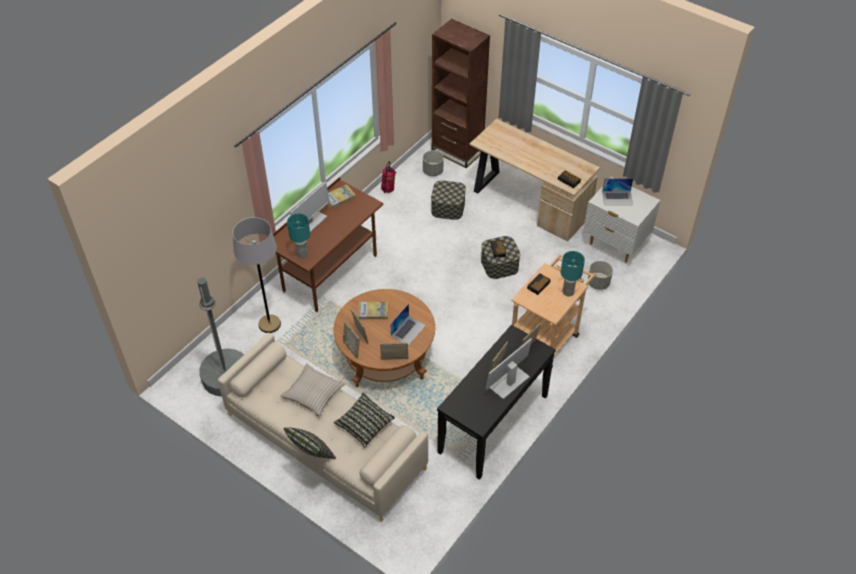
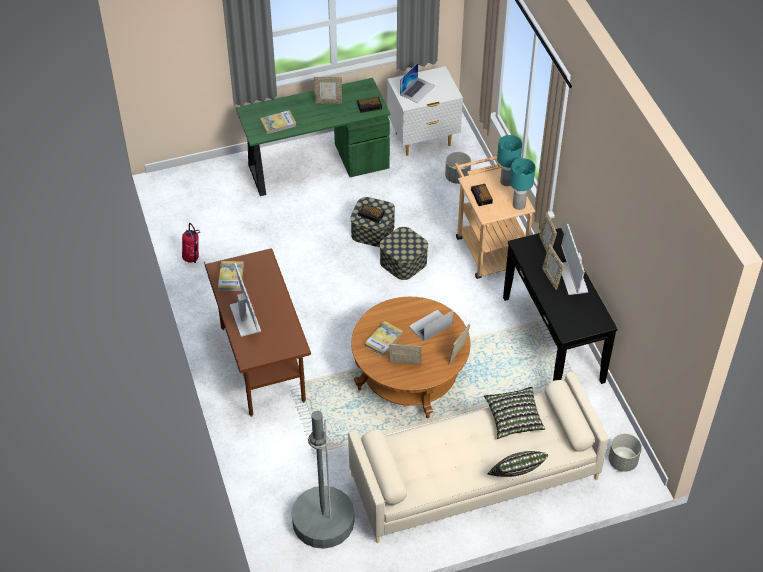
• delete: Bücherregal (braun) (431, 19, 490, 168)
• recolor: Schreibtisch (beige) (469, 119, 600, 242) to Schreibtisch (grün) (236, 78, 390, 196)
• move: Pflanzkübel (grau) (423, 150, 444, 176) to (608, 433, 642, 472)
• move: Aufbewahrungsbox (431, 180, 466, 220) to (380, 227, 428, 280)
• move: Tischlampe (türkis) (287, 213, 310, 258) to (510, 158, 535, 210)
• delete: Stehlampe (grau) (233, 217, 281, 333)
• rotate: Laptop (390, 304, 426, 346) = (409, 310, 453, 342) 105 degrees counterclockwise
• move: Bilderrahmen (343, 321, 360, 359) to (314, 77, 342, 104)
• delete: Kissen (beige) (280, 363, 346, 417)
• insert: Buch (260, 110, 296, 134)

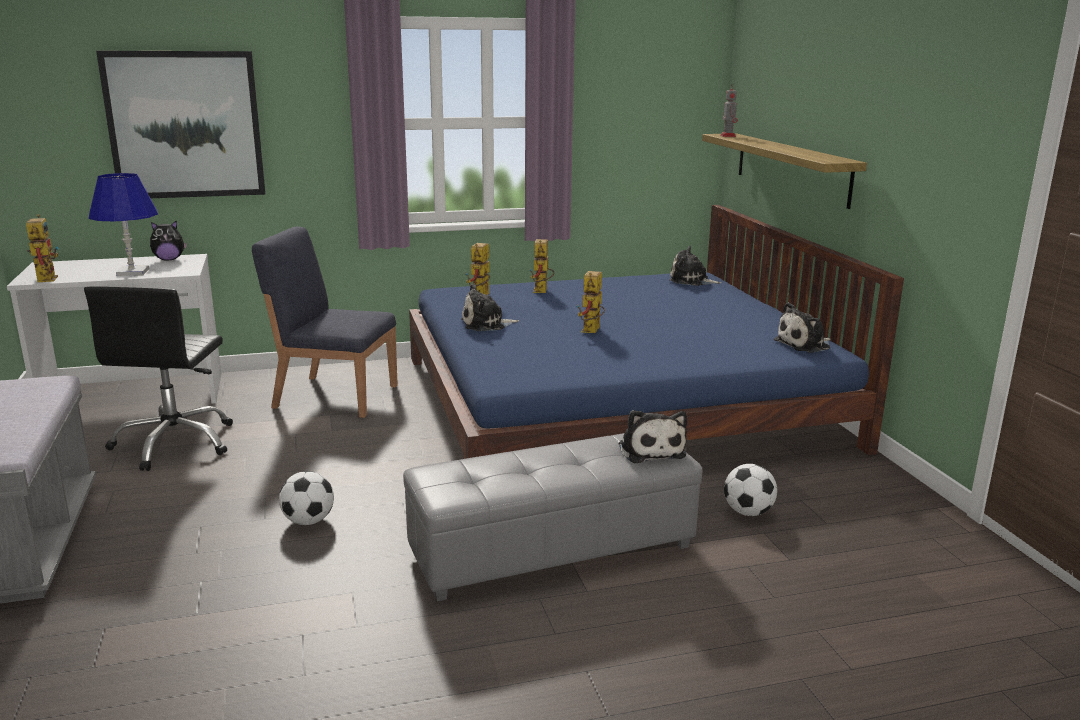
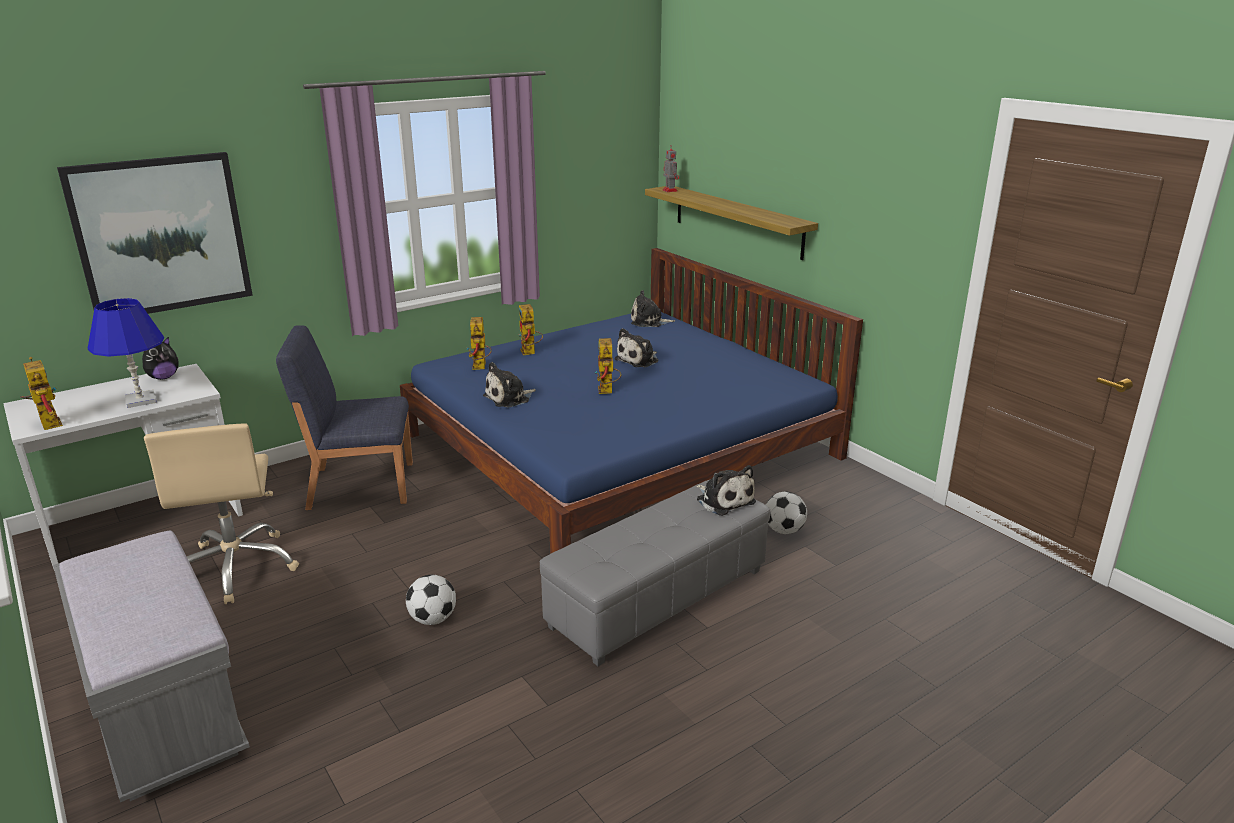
• recolor: Bürostuhl (schwarz) (84, 286, 233, 471) to Bürostuhl (beige) (144, 423, 299, 604)
• move: Plüschtier (774, 302, 831, 353) to (614, 328, 658, 367)

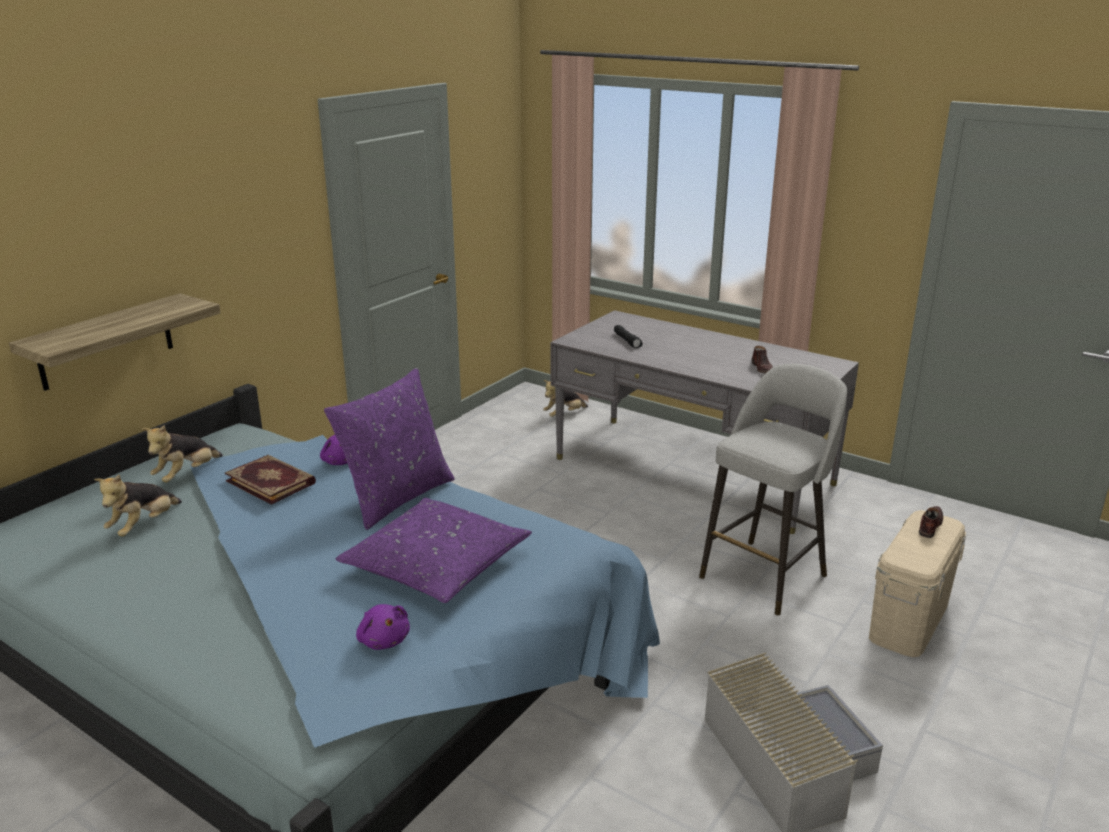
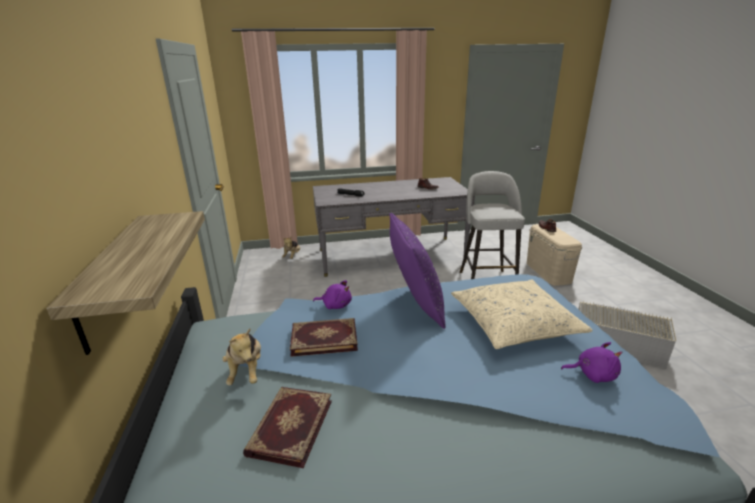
• replace: Plüschtier (94, 475, 182, 536) to Buch (243, 387, 332, 468)
• recolor: Kissen (lila) (336, 498, 532, 603) to Kissen (beige) (451, 279, 593, 349)

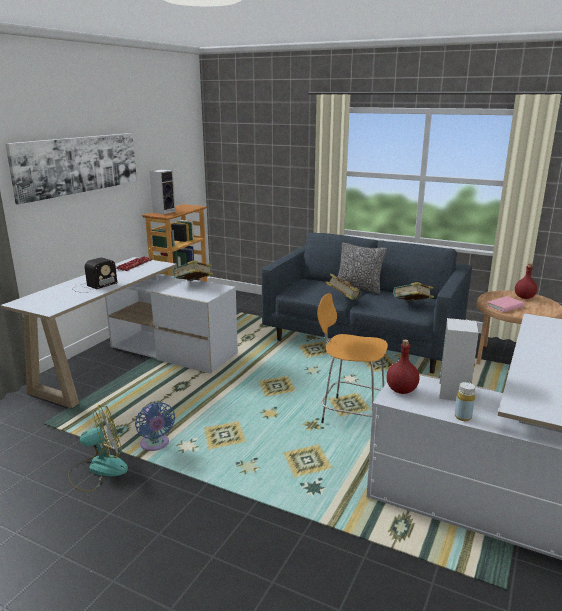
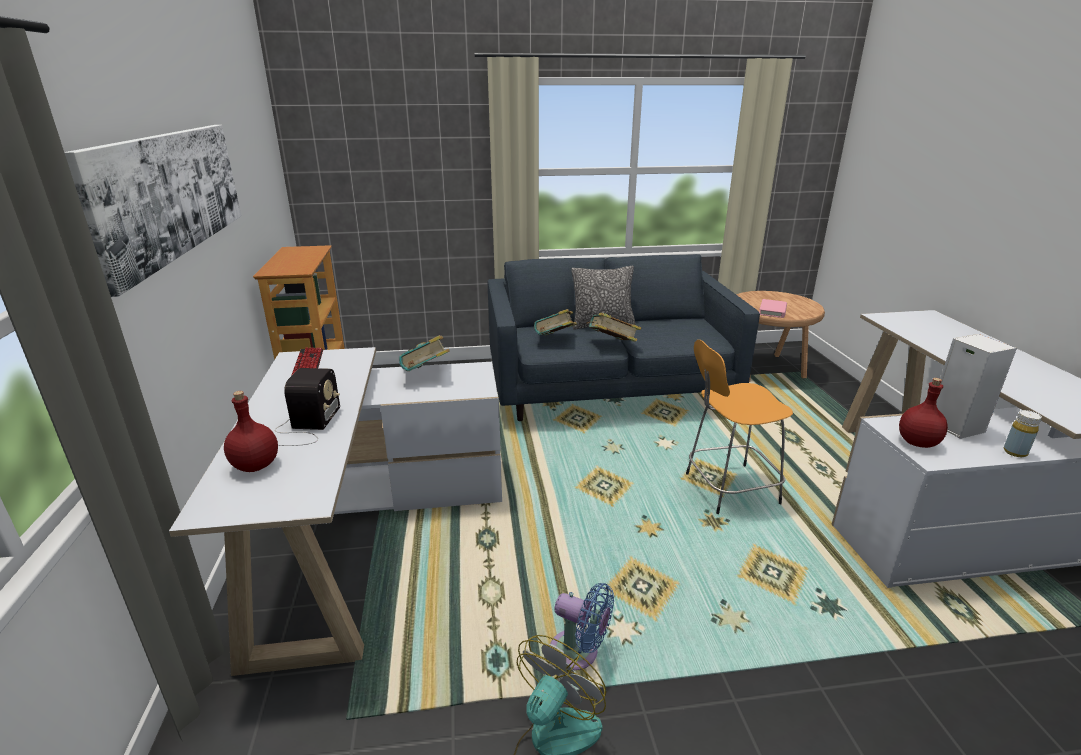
• delete: Lautsprecher (149, 169, 176, 214)
• move: Flasche (rot) (515, 264, 537, 299) to (224, 391, 278, 472)
• move: Buch (393, 282, 434, 301) to (534, 309, 577, 335)

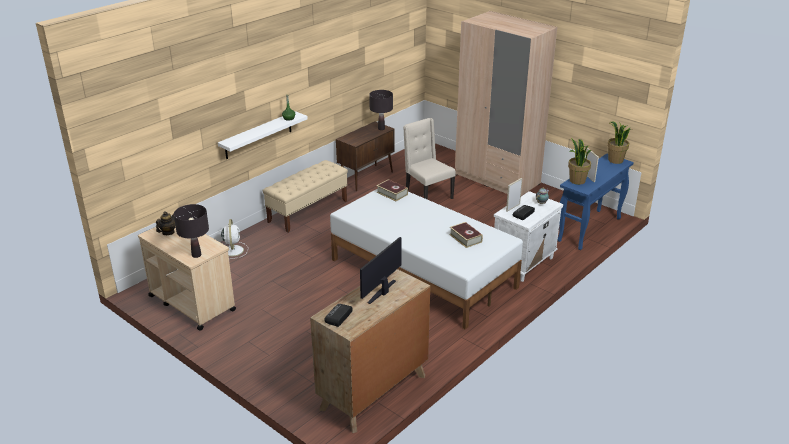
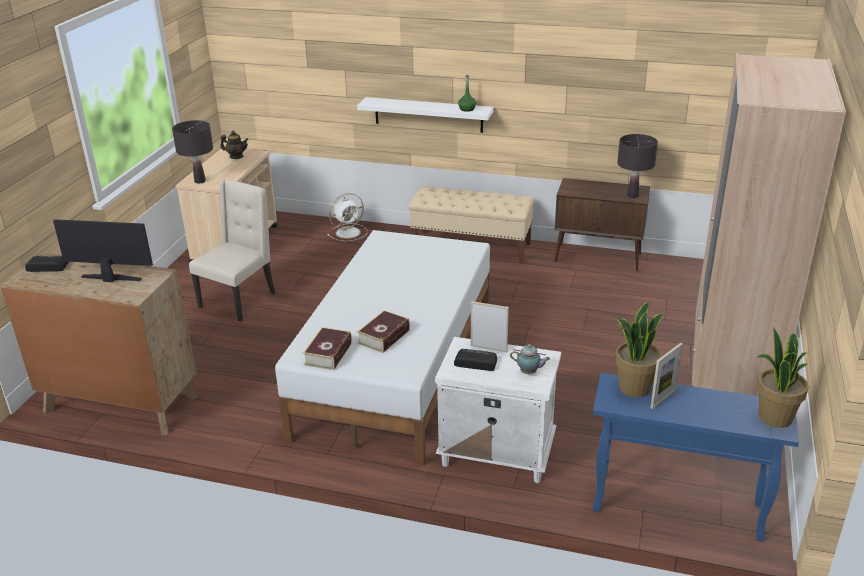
• move: Stuhl (beige) (403, 118, 456, 200) to (189, 179, 276, 322)
• move: Buch (376, 179, 408, 201) to (303, 327, 352, 370)

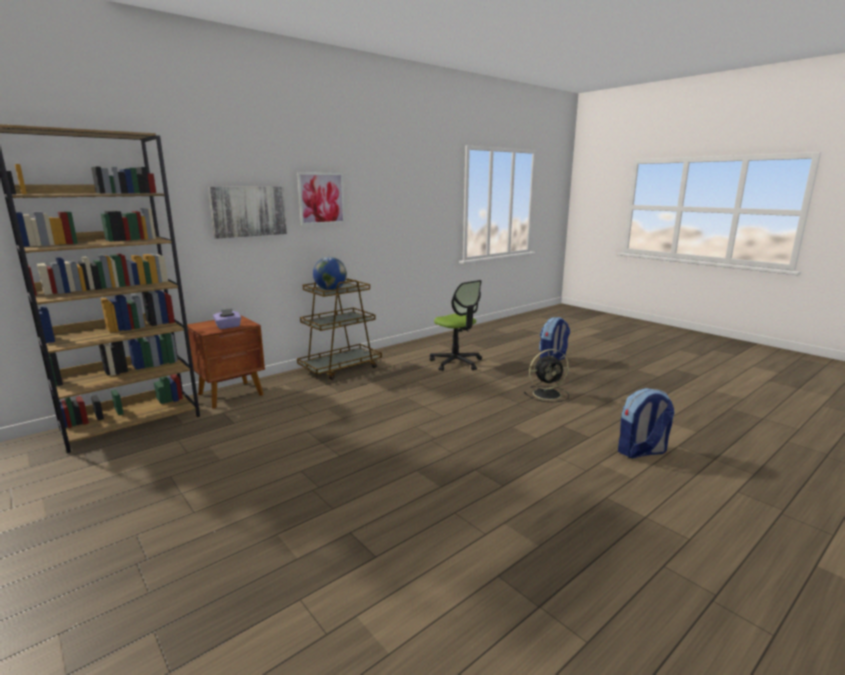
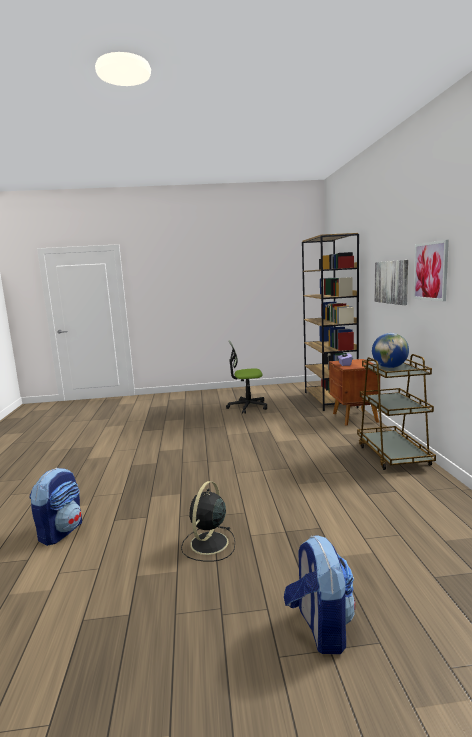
• move: Bürostuhl (430, 280, 482, 371) to (226, 340, 267, 414)

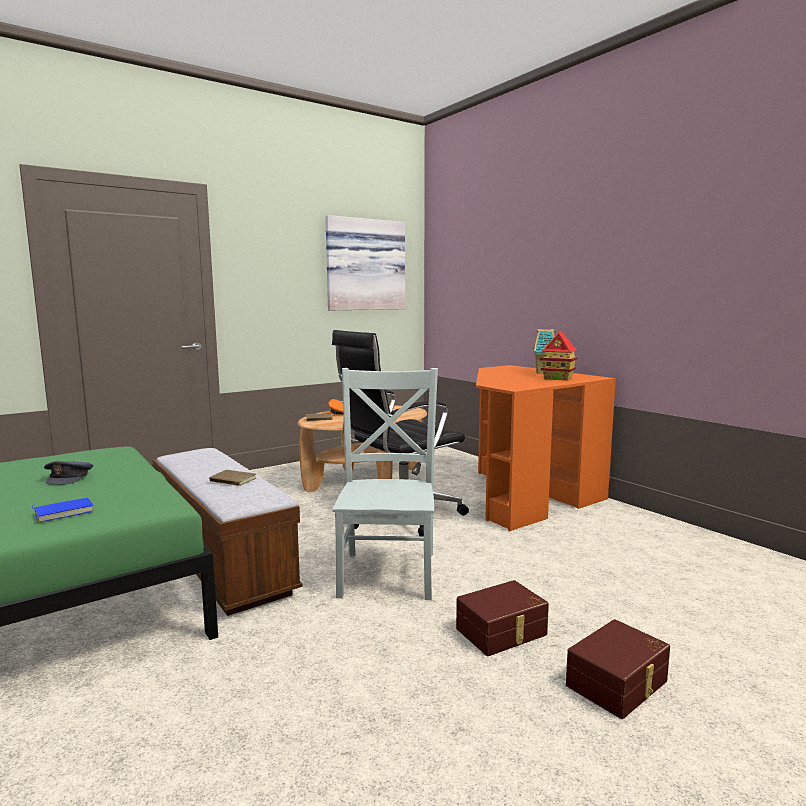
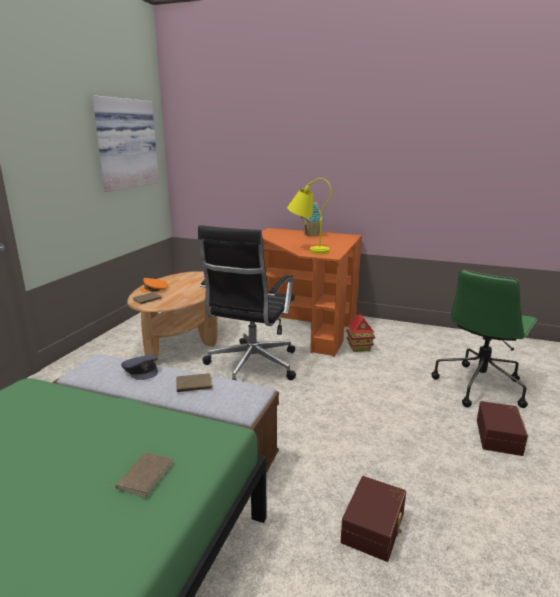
• move: Spielzeughaus (540, 331, 578, 380) to (346, 313, 375, 352)
• delete: Stuhl (grau) (332, 368, 438, 600)
• move: Kappe (grau) (44, 461, 93, 485) to (121, 355, 158, 380)
• recolor: Buch (blau) (32, 498, 94, 522) to Buch (braun) (109, 453, 173, 498)
• move: Aufbewahrungsbox (braun) (456, 580, 549, 656) to (341, 476, 406, 562)
• insert: Tischlampe (gelb) (287, 178, 331, 254)
• insert: Bürostuhl (grün) (432, 269, 538, 408)

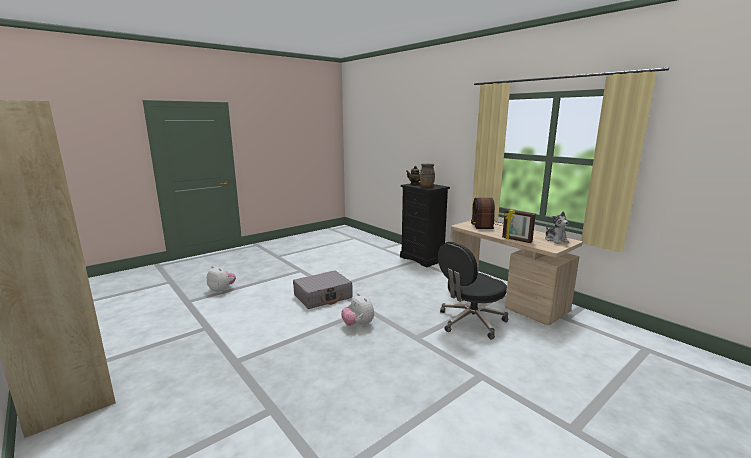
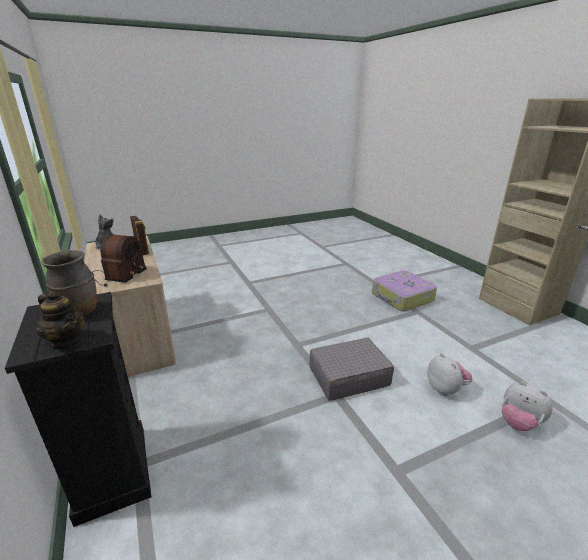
• delete: Bürostuhl (schwarz) (438, 242, 508, 340)
• move: Plüschtier (341, 293, 374, 327) to (427, 353, 472, 396)
• insert: Koffer (372, 270, 437, 312)

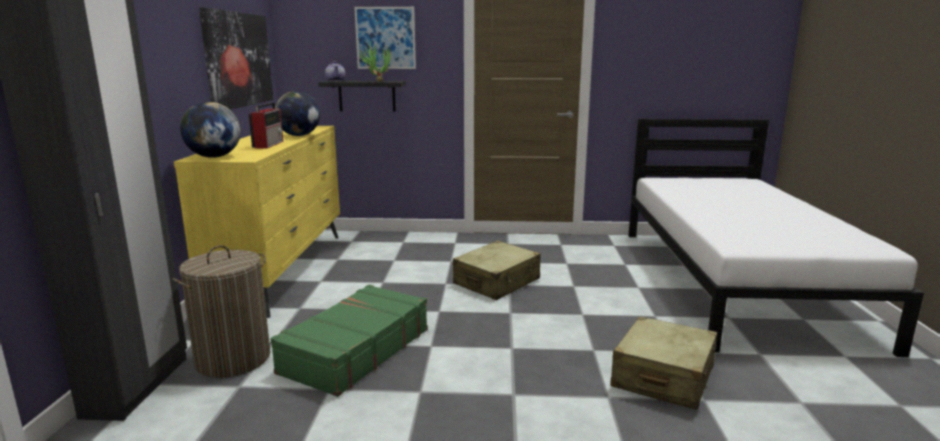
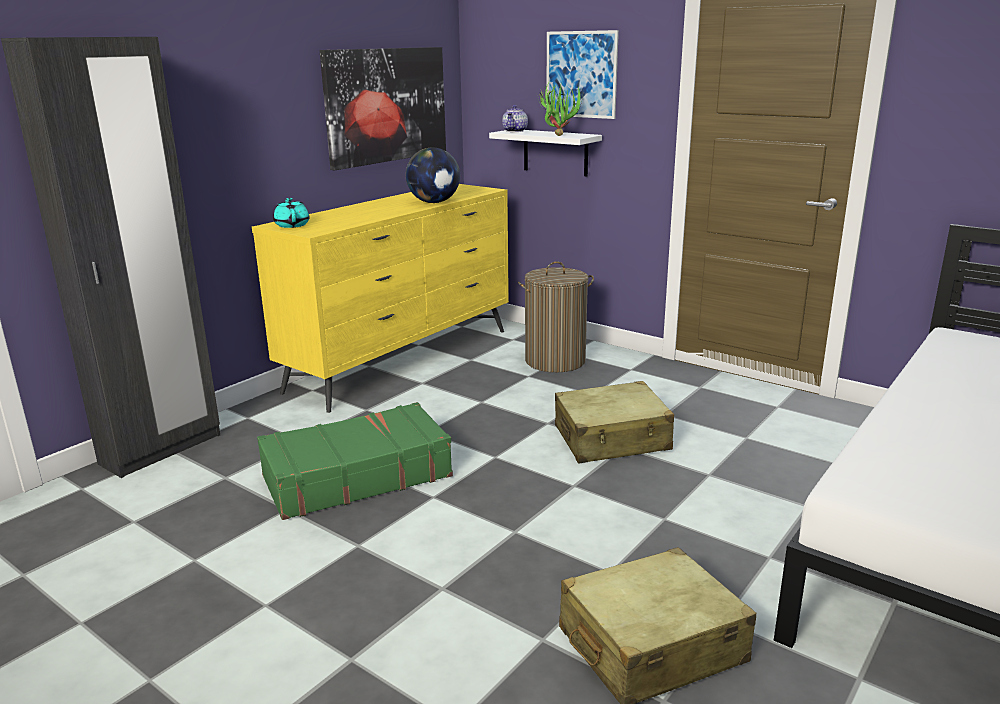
• recolor: Wandregal (schwarz) (318, 81, 406, 112) to Wandregal (weiß) (489, 130, 602, 176)
• replace: Globus (180, 102, 241, 158) to Teekanne (türkis) (273, 198, 310, 228)
• delete: Radio (248, 102, 283, 148)
• move: Wäschekorb (172, 245, 270, 378) to (518, 261, 594, 372)

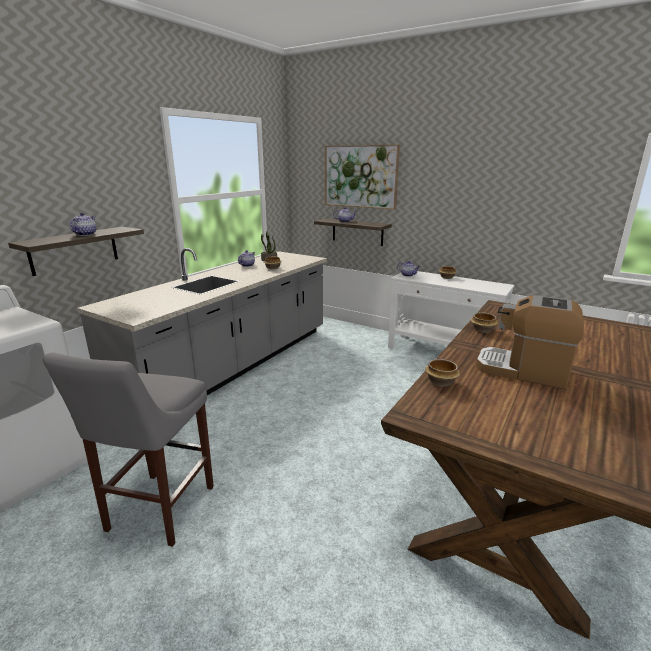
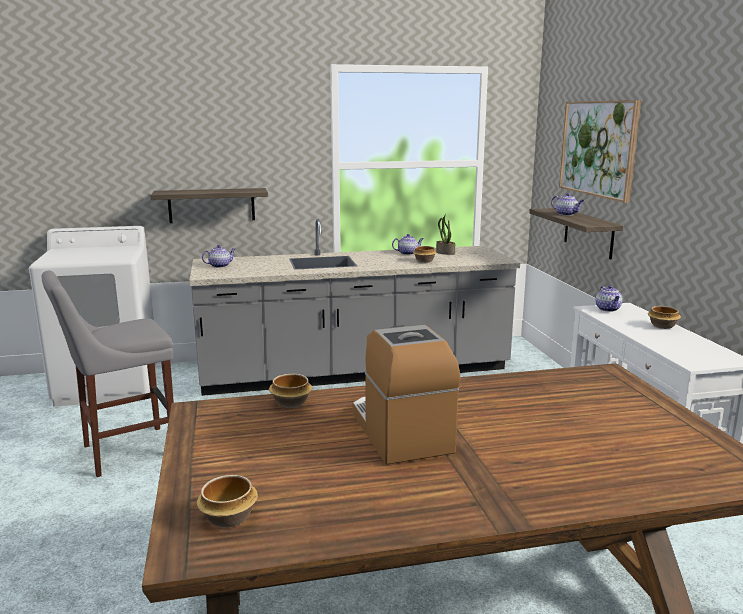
• move: Teekanne (70, 213, 96, 236) to (202, 245, 235, 268)
• move: Schüssel (471, 313, 498, 333) to (197, 475, 258, 528)

